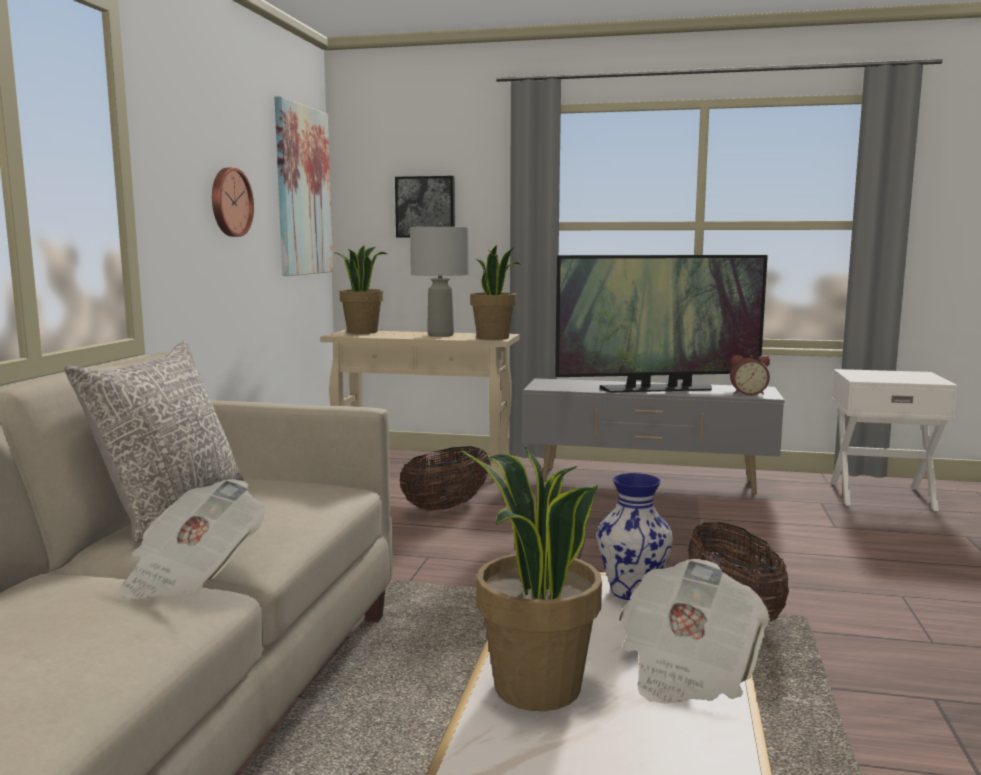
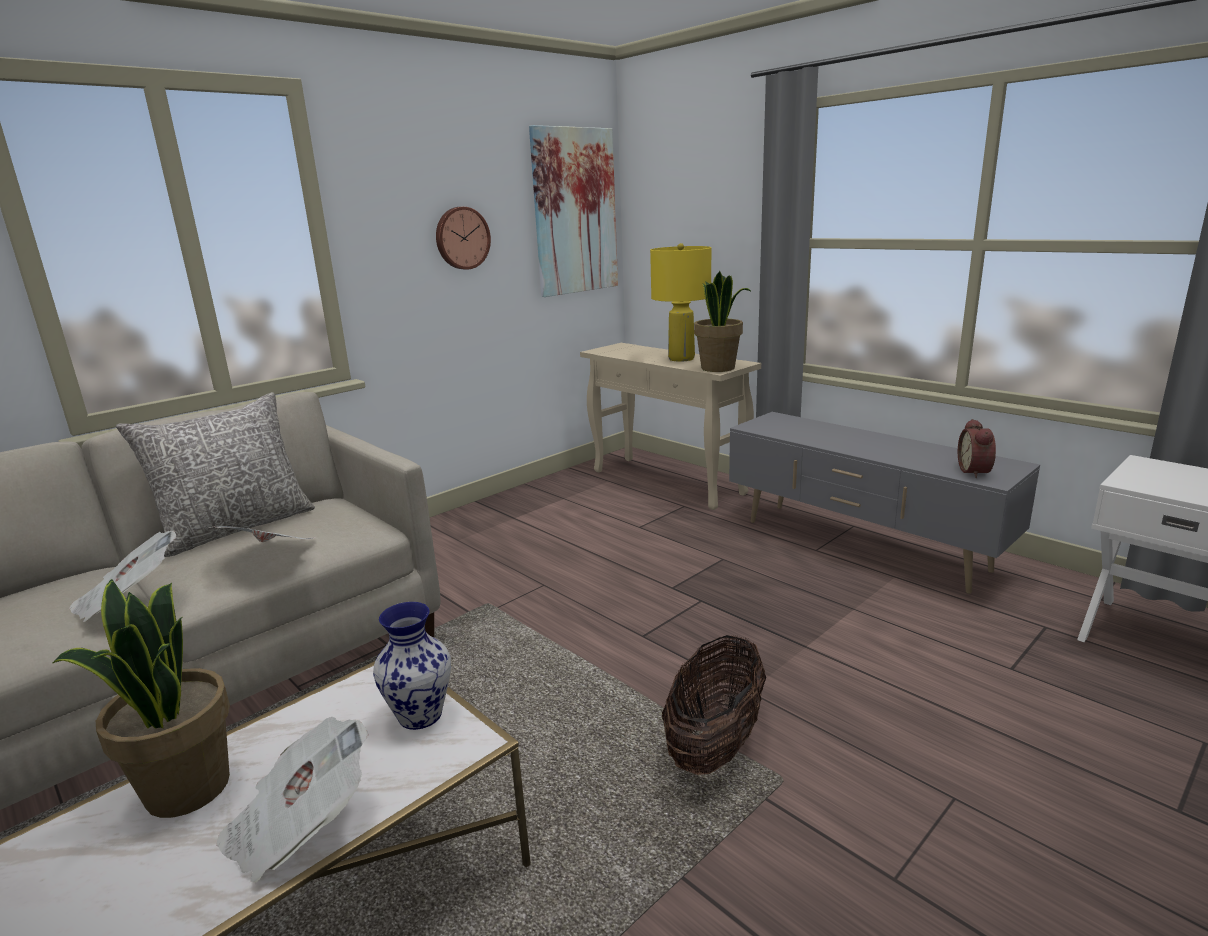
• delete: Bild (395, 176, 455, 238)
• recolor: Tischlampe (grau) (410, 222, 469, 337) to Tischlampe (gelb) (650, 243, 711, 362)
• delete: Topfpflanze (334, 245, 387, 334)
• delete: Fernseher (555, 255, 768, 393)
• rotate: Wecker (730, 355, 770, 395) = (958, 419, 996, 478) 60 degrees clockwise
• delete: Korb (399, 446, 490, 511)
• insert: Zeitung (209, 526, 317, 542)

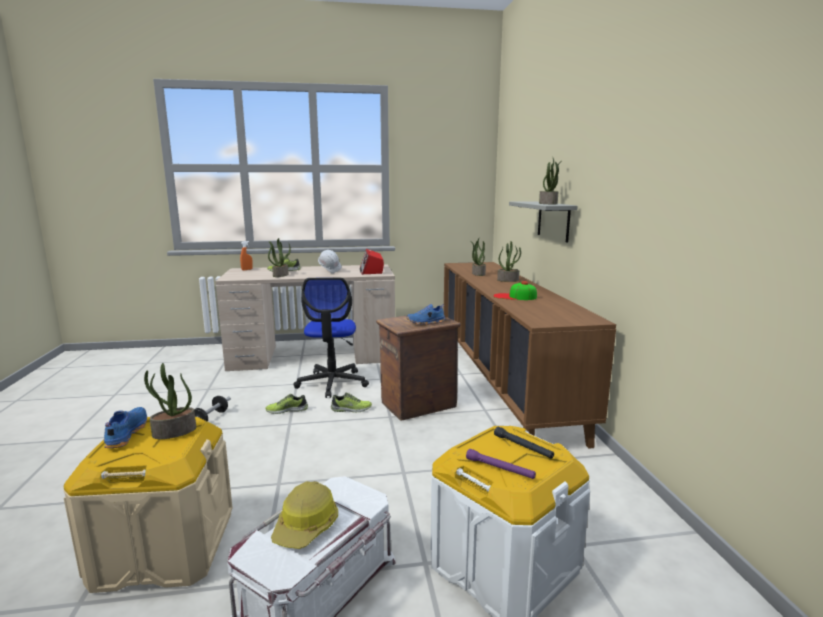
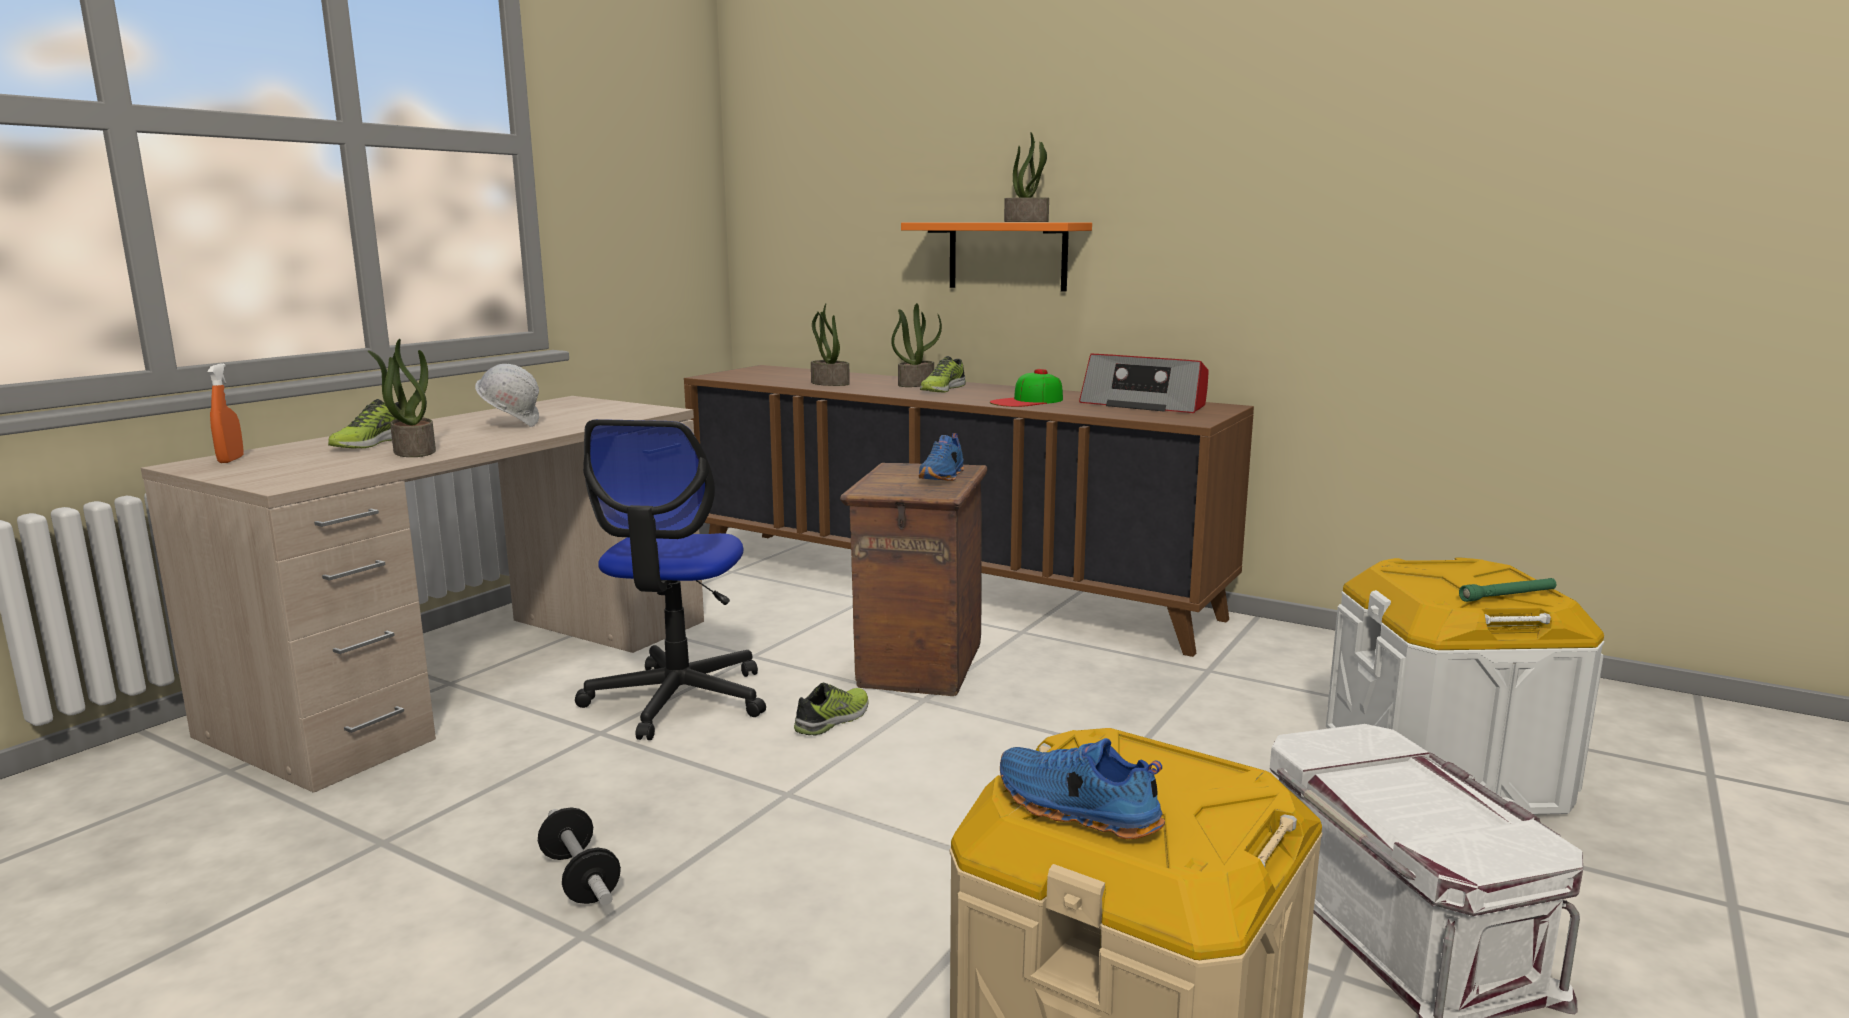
• recolor: Wandregal (grau) (509, 201, 578, 242) to Wandregal (orange) (901, 222, 1092, 292)
• move: Radio (360, 249, 384, 275) to (1079, 354, 1209, 413)
• rotate: Bürostuhl (293, 277, 369, 398) = (575, 419, 766, 740) 60 degrees clockwise
• delete: Topfpflanze (144, 363, 196, 439)
• move: Schuh (265, 394, 308, 414) to (920, 356, 966, 392)
• delete: Taschenlampe (schwarz) (494, 427, 554, 459)
• recolor: Taschenlampe (lila) (466, 449, 536, 479) to Taschenlampe (grün) (1459, 578, 1556, 602)
• delete: Schutzhelm (271, 481, 338, 549)

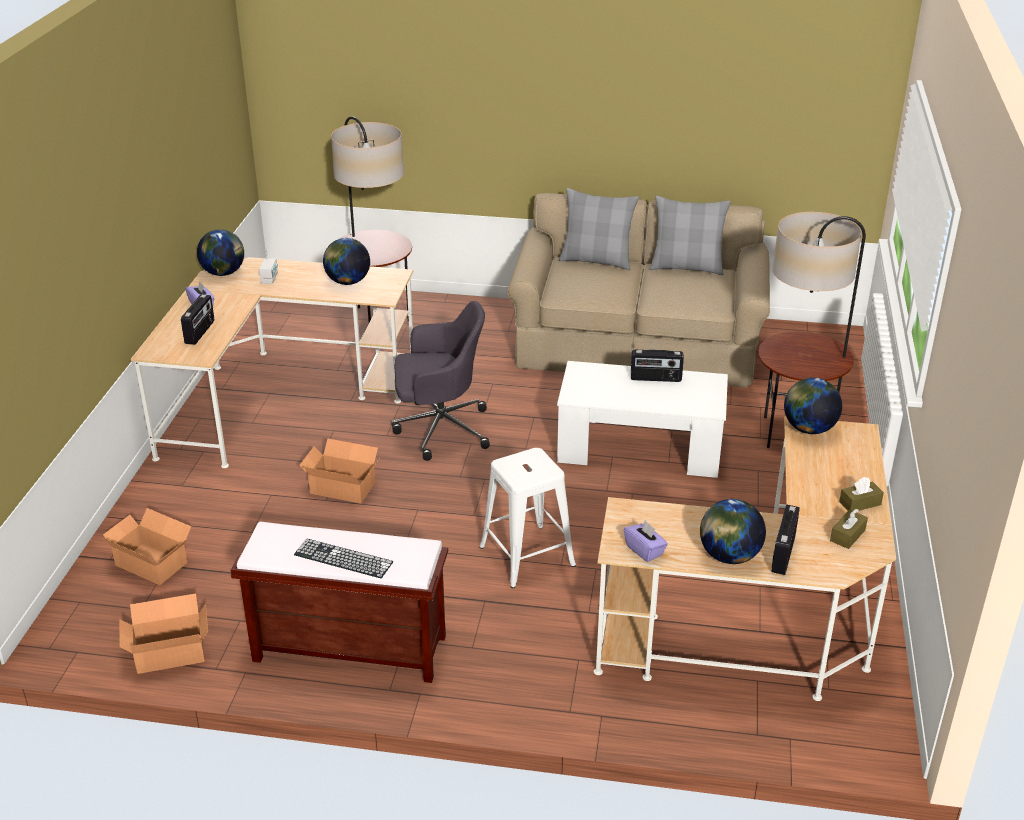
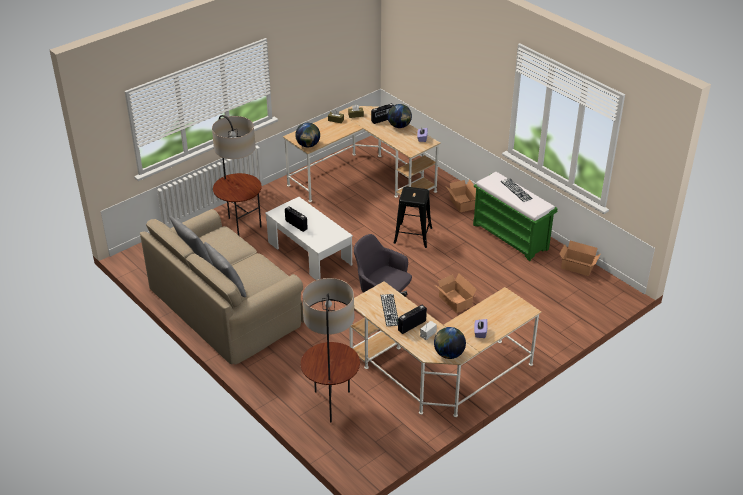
• replace: Globus (323, 238, 370, 285) to Tastatur (381, 294, 398, 326)
• move: Radio (181, 294, 214, 345) to (398, 305, 427, 334)
• recolor: Hocker (weiß) (479, 448, 576, 588) to Hocker (schwarz) (394, 187, 432, 248)
• move: Karton (103, 508, 192, 585) to (446, 179, 476, 212)
• recolor: Bank (braun) (231, 521, 448, 683) to Bank (grün) (473, 172, 558, 261)

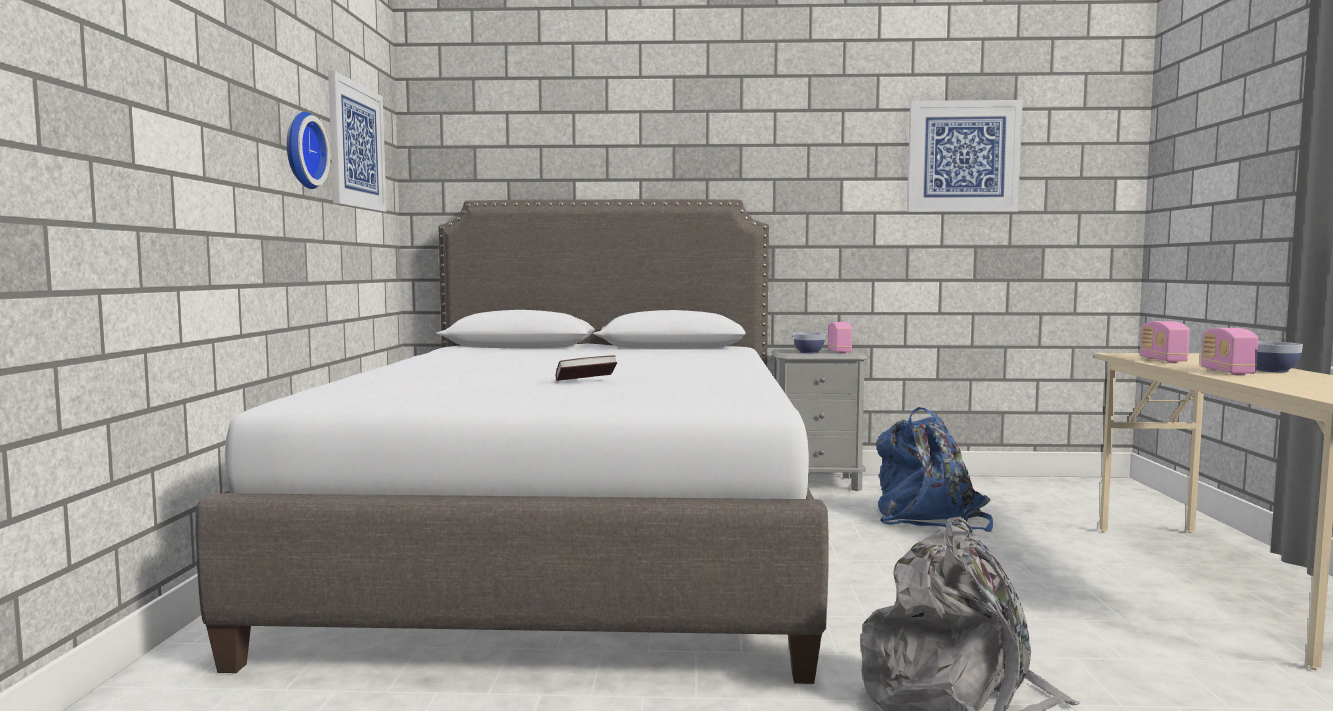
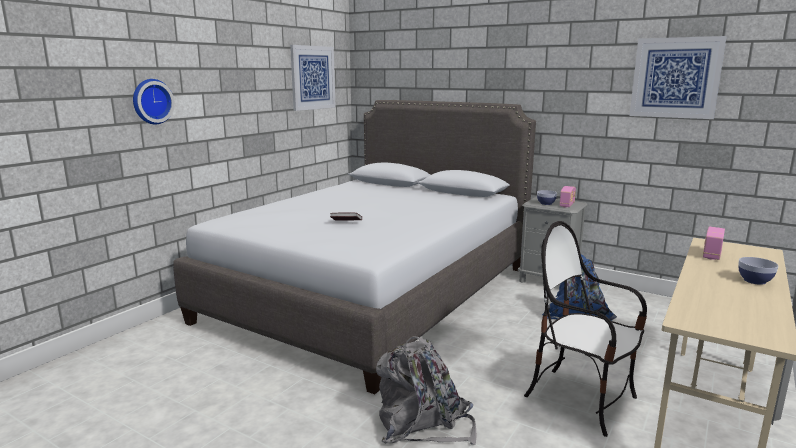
• move: Wanduhr (287, 112, 330, 189) to (133, 79, 175, 125)
• delete: Radio (1201, 328, 1258, 375)
• insert: Stuhl (524, 221, 647, 437)

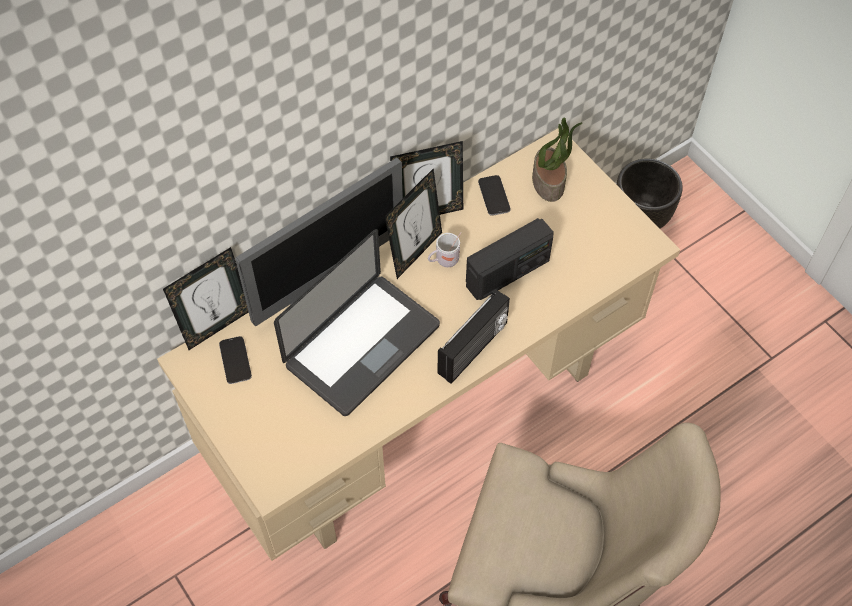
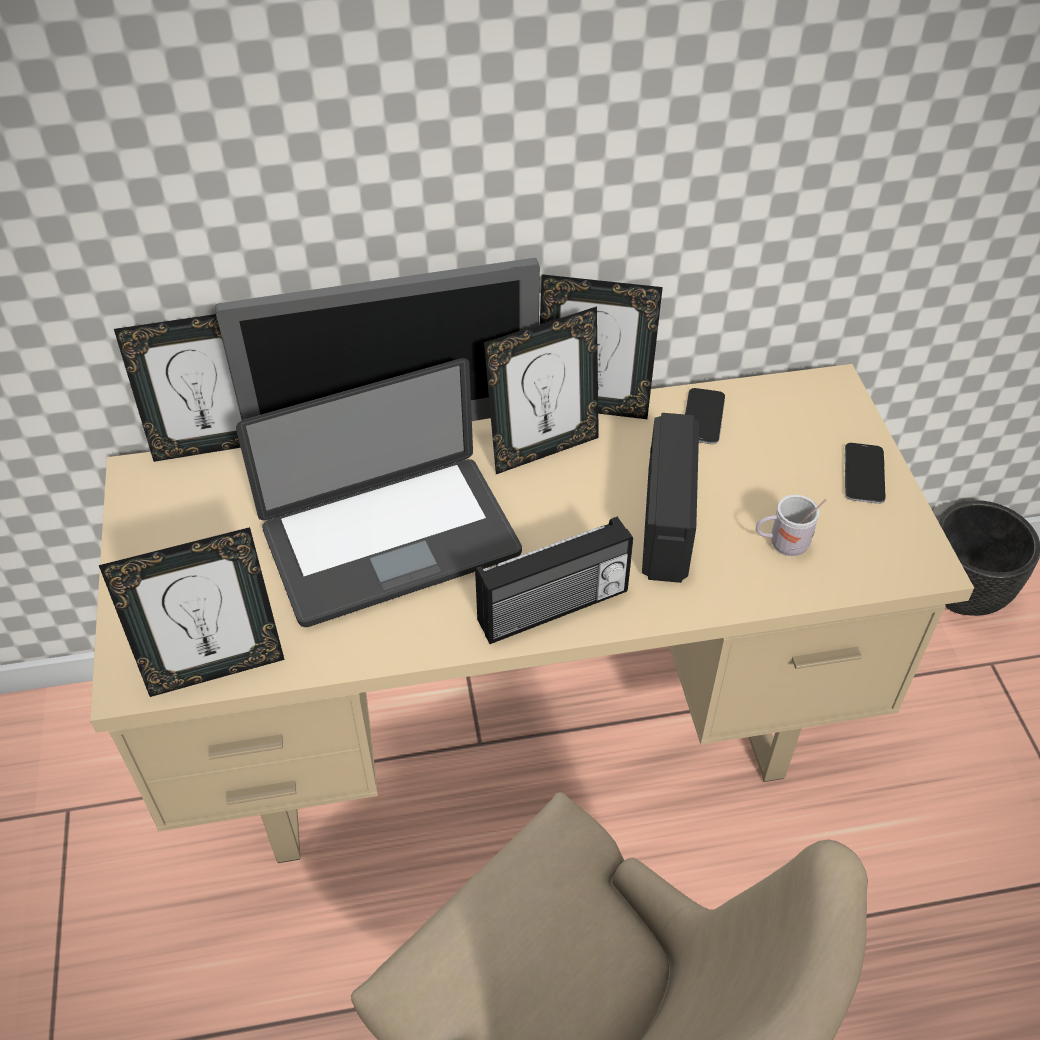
• delete: Topfpflanze (532, 118, 583, 202)
• rotate: Radio (466, 218, 554, 300) = (642, 413, 699, 583) 75 degrees counterclockwise
• move: Henkelbecher (weiß) (428, 232, 461, 267) to (756, 495, 826, 556)
• move: Handy (219, 336, 252, 384) to (845, 443, 886, 504)
• insert: Bilderrahmen (99, 527, 285, 697)

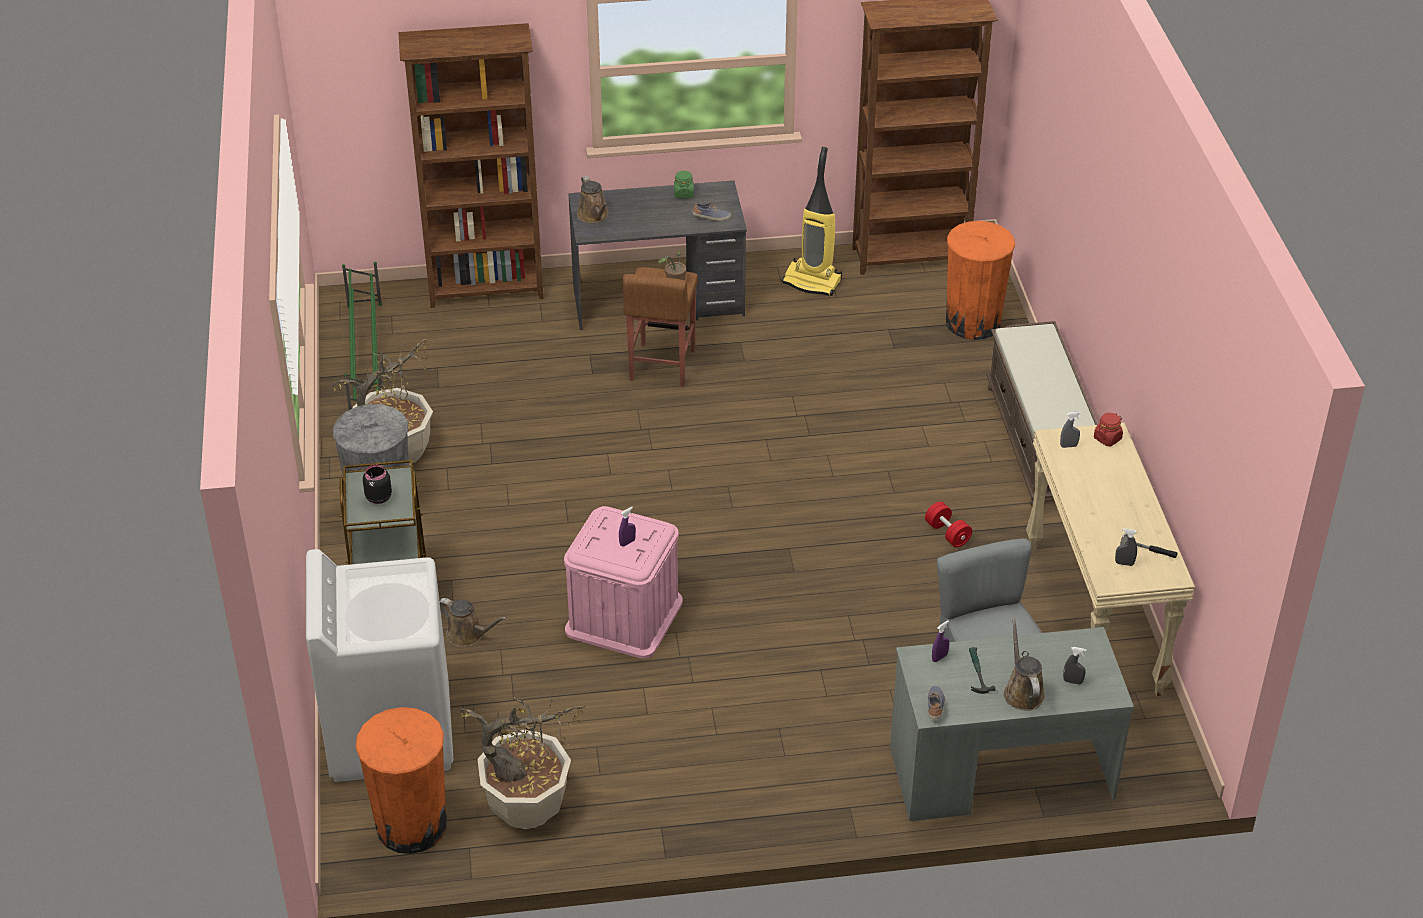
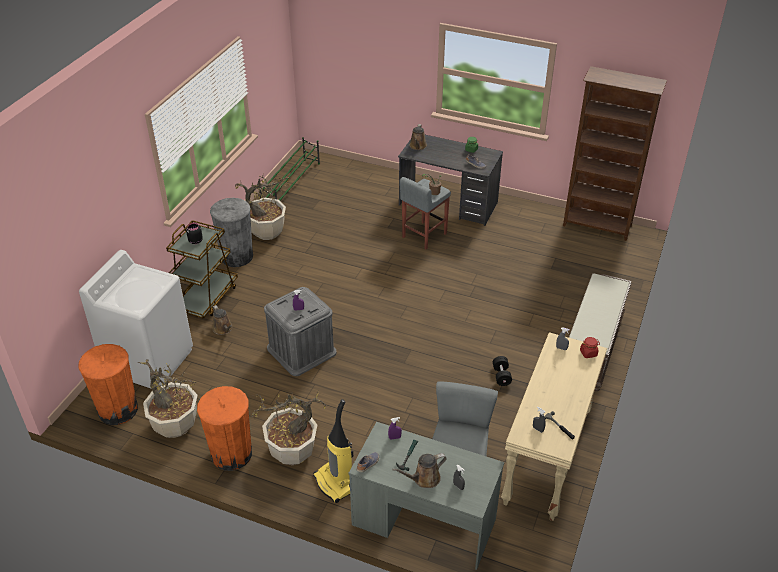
• delete: Bücherregal (braun) (398, 23, 544, 308)
• move: Staubsauger (782, 147, 842, 296) to (313, 399, 353, 503)
• move: Mülleimer (orange) (946, 221, 1015, 340) to (197, 386, 252, 471)
• recolor: Hocker (braun) (623, 267, 698, 387) to Hocker (grau) (400, 177, 451, 249)
• recolor: Hantel (rot) (925, 502, 972, 547) to Hantel (schwarz) (493, 356, 512, 386)
• recolor: Aufbewahrungsbox (rosa) (564, 506, 683, 659) to Aufbewahrungsbox (grau) (264, 287, 337, 376)
• rotate: Gießkanne (braun) (1004, 617, 1045, 711) = (392, 453, 447, 488) 135 degrees counterclockwise
• insert: Topfpflanze (252, 391, 326, 465)

